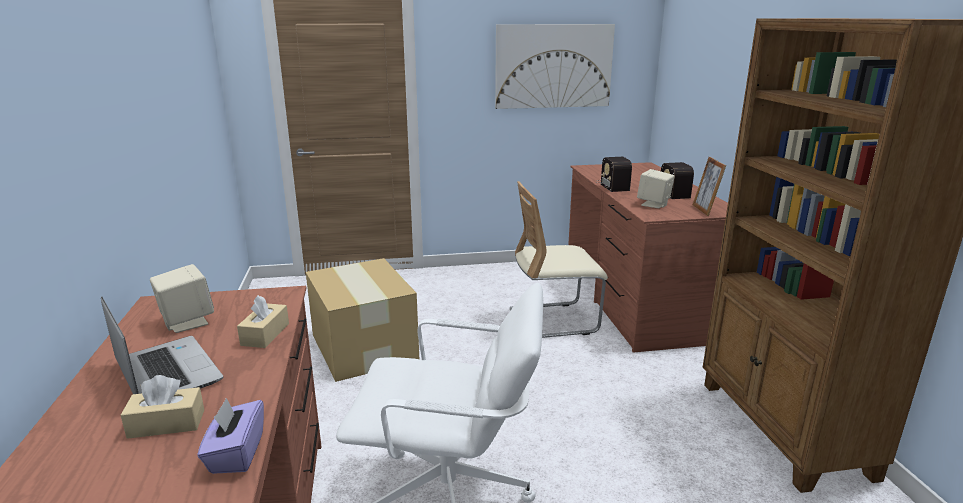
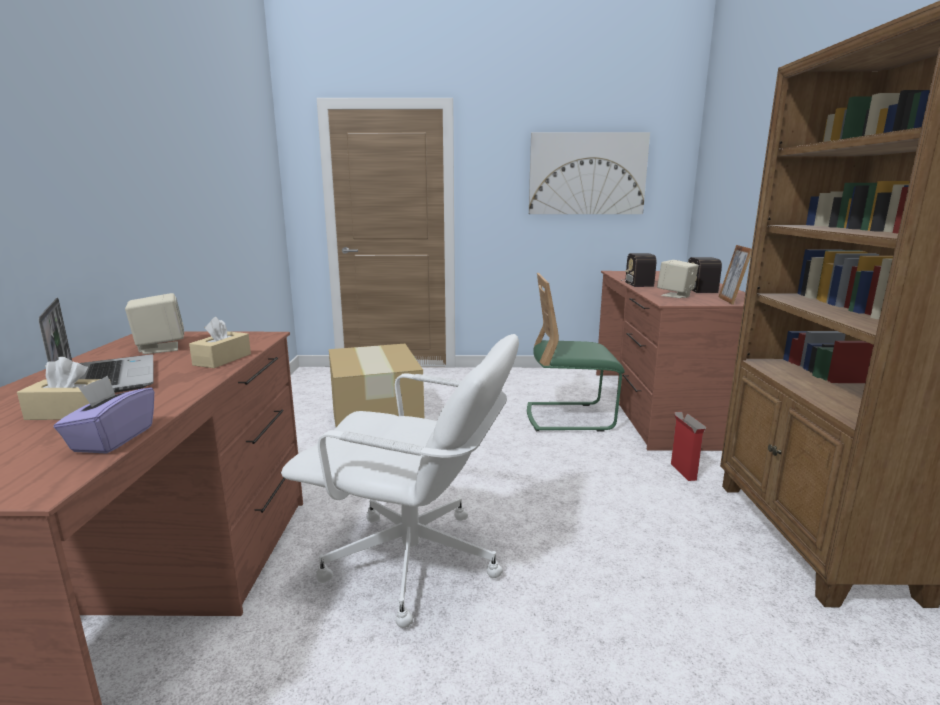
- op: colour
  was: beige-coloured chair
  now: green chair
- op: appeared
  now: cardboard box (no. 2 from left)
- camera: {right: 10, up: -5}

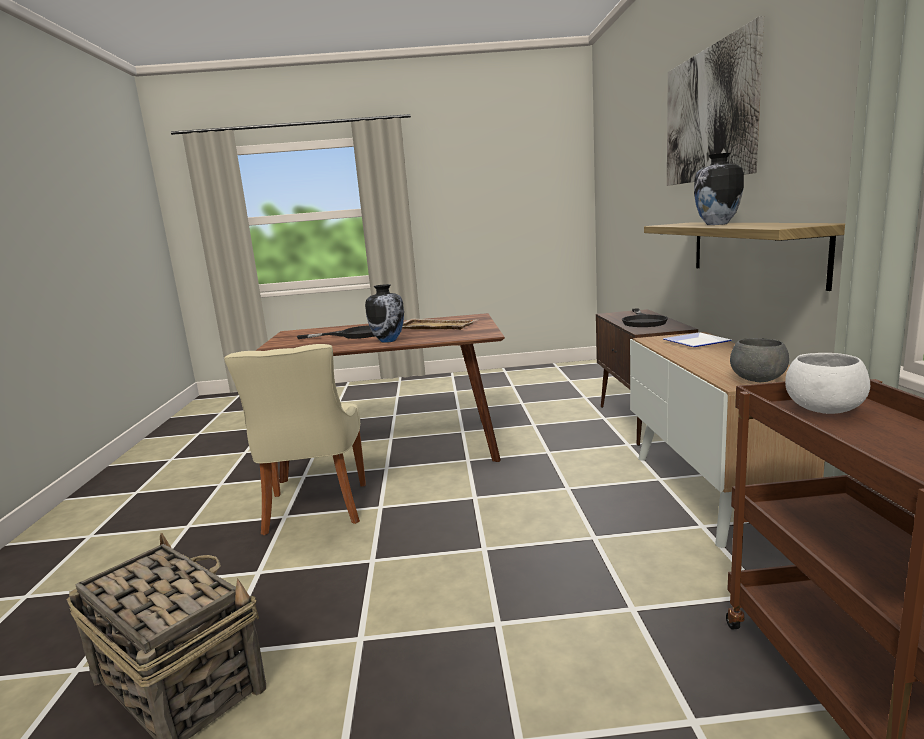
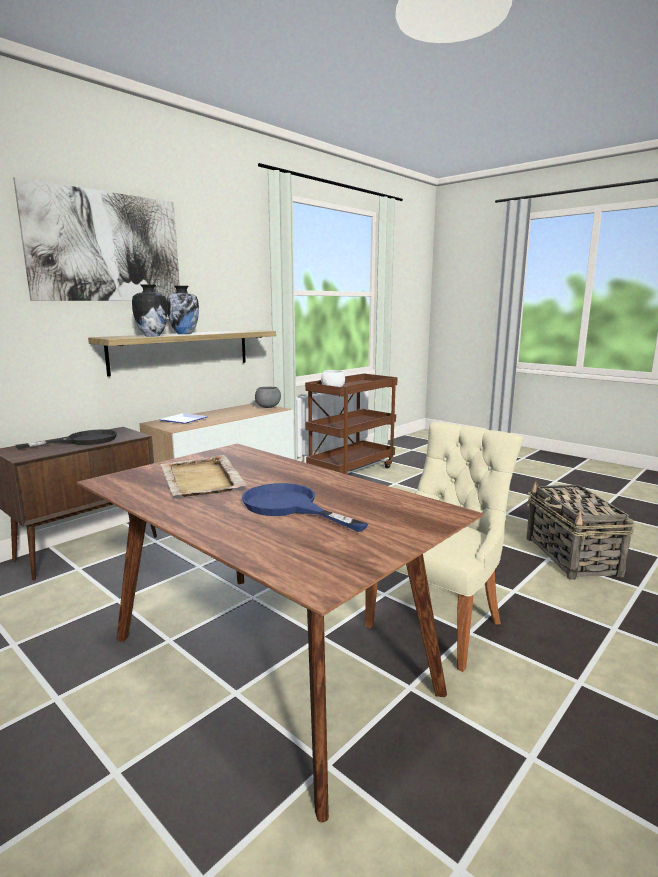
- op: relocated
  was: vase (no. 1 from left)
- op: colour
  was: black frying pan (no. 1 from left)
  now: blue frying pan
- camera: {right: -135, up: 0}

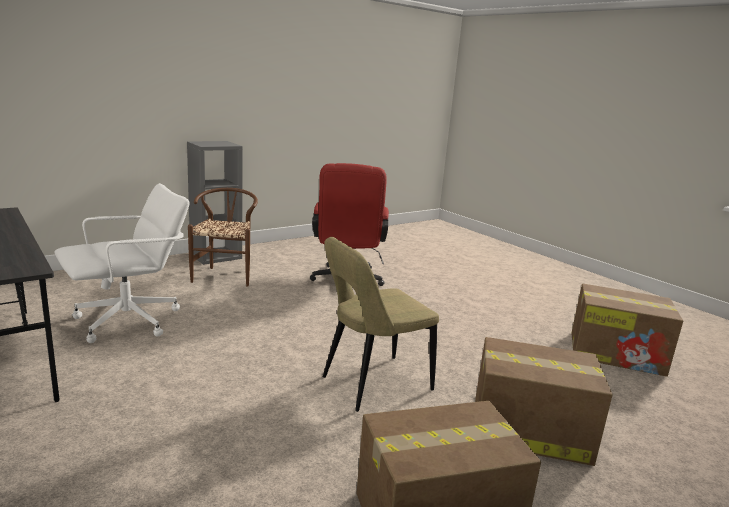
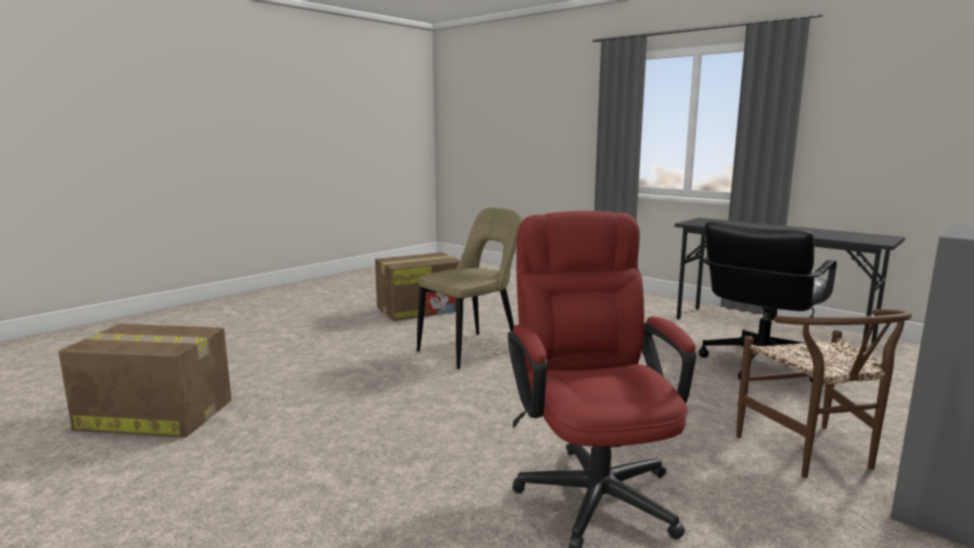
- op: colour
  was: white-coloured computer chair
  now: black computer chair
- op: missing
  was: cardboard box (no. 2 from left)
- camera: {right: 170, up: -5}

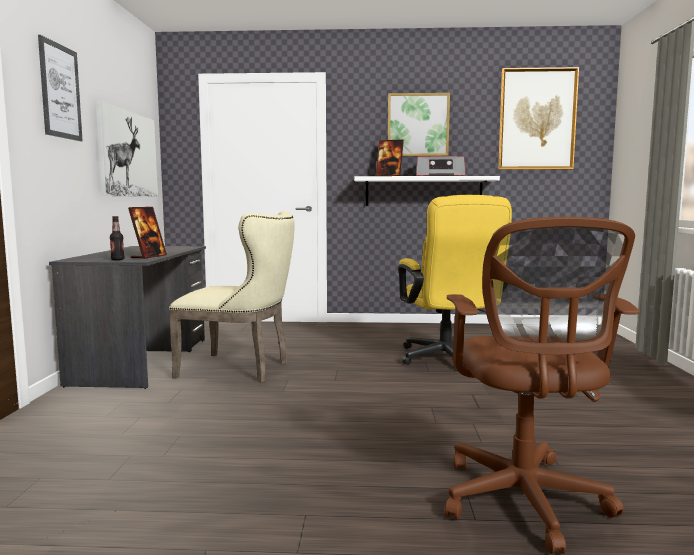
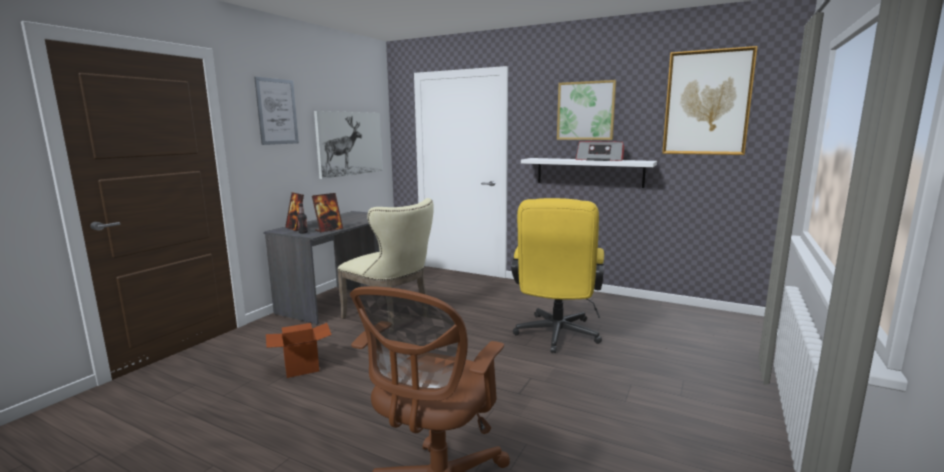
- op: relocated
  was: picture frame (no. 2 from left in the first image)
  now: picture frame (no. 1 from left)
- op: appeared
  now: cardboard box
- camera: {right: 25, up: 5}

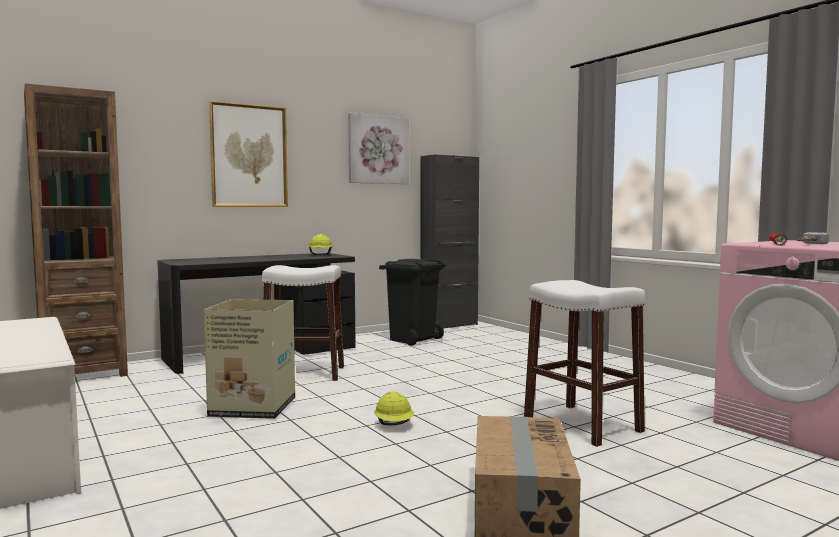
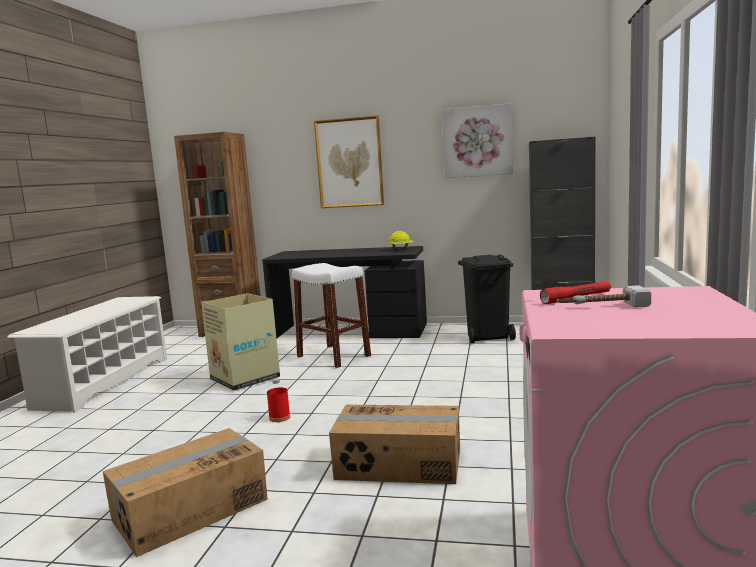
- op: exchanged
  was: white-coloured stool seat (no. 2 from left)
  now: cardboard box (no. 3 from left)
- op: exchanged
  was: yellowish hard hat (no. 2 from left)
  now: red-coloured drink bottle
- camera: {right: 45, up: 5}

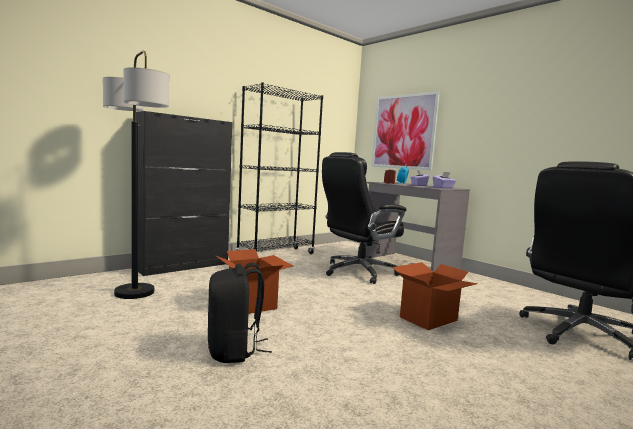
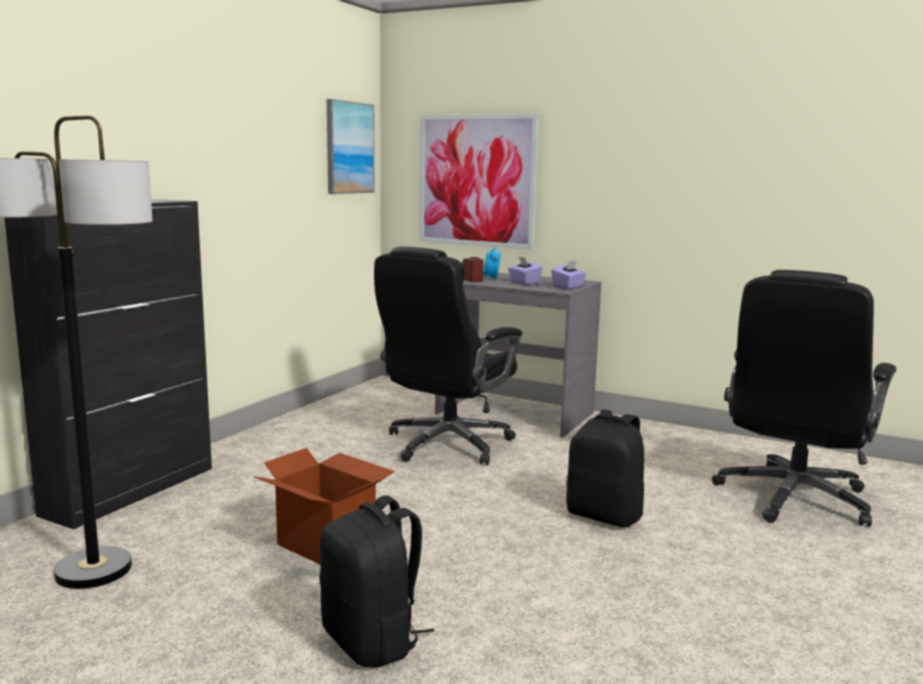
- op: missing
  was: black bookcase
- op: exchanged
  was: cardboard box (no. 2 from left)
  now: black backpack (no. 2 from left)
- op: appeared
  now: wall picture (no. 1 from left)
- camera: {right: -20, up: 5}

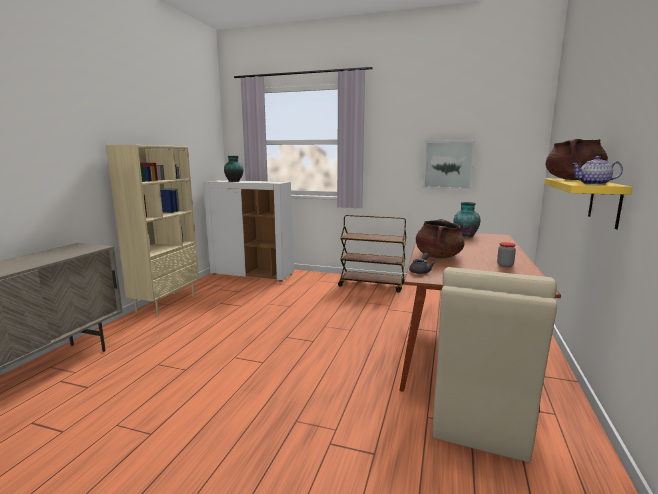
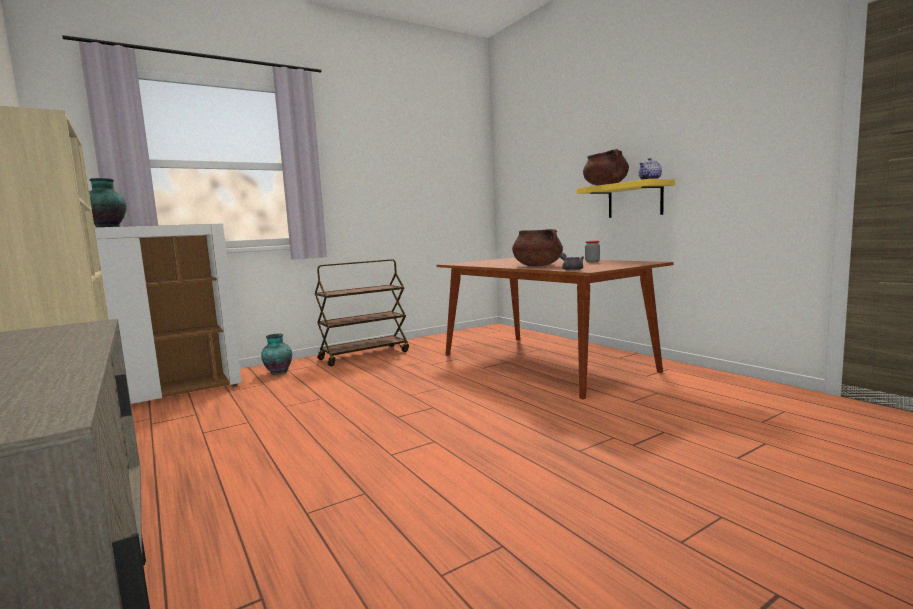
- op: missing
  was: wall picture
- op: relocated
  was: vase (no. 2 from left)
- op: missing
  was: beige-coloured chair
- camera: {right: -50, up: -5}

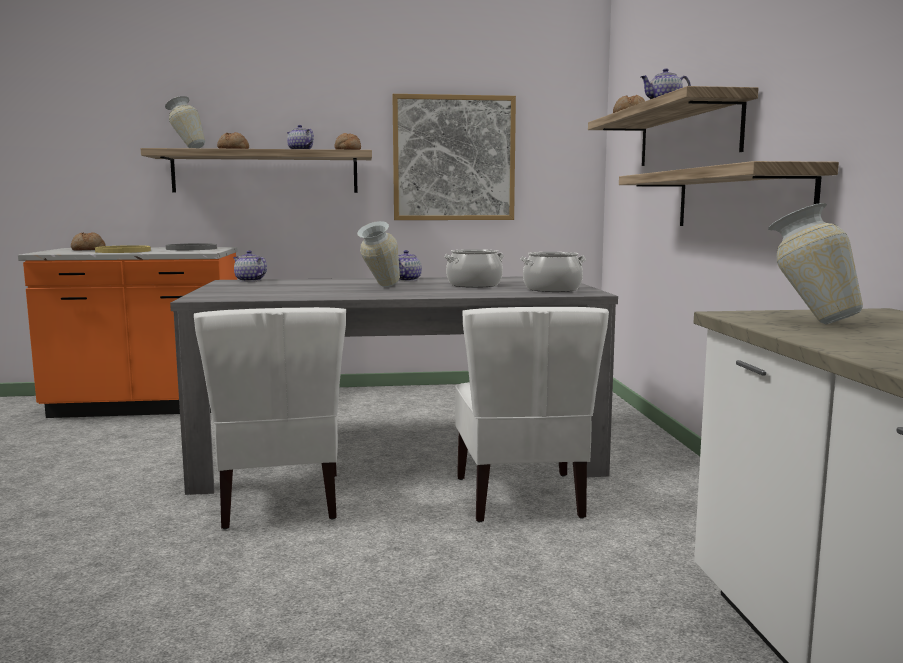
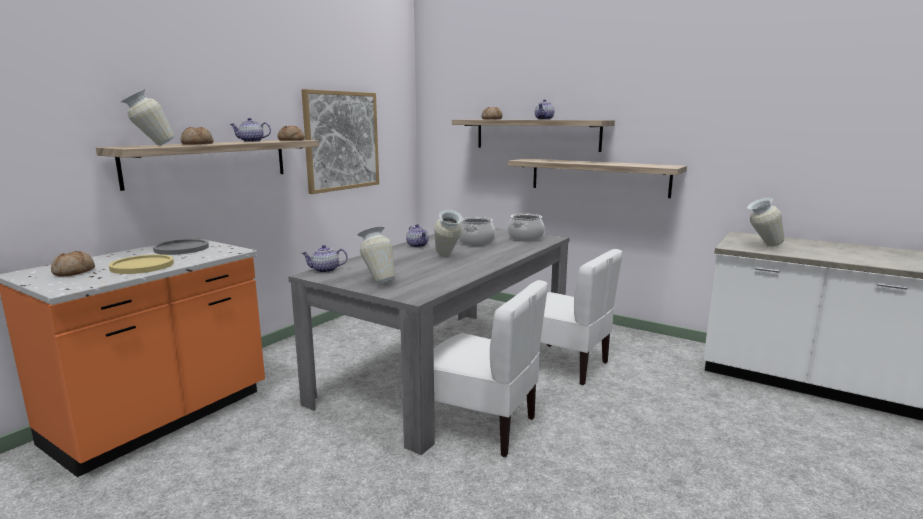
- op: appeared
  now: vase (no. 2 from left)
- camera: {right: -50, up: 5}

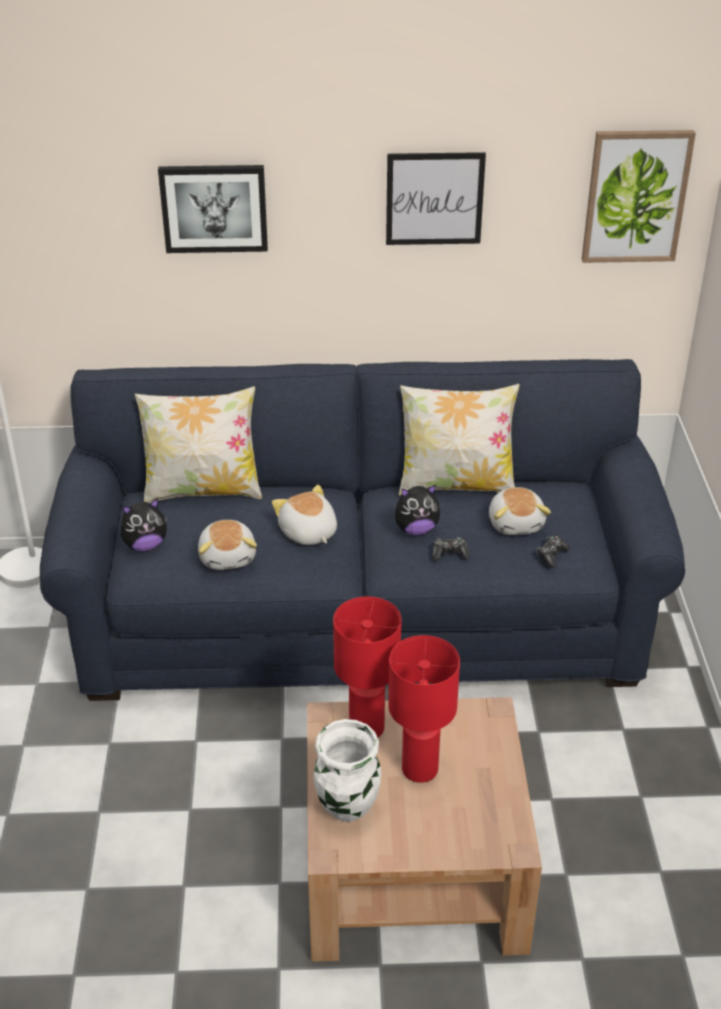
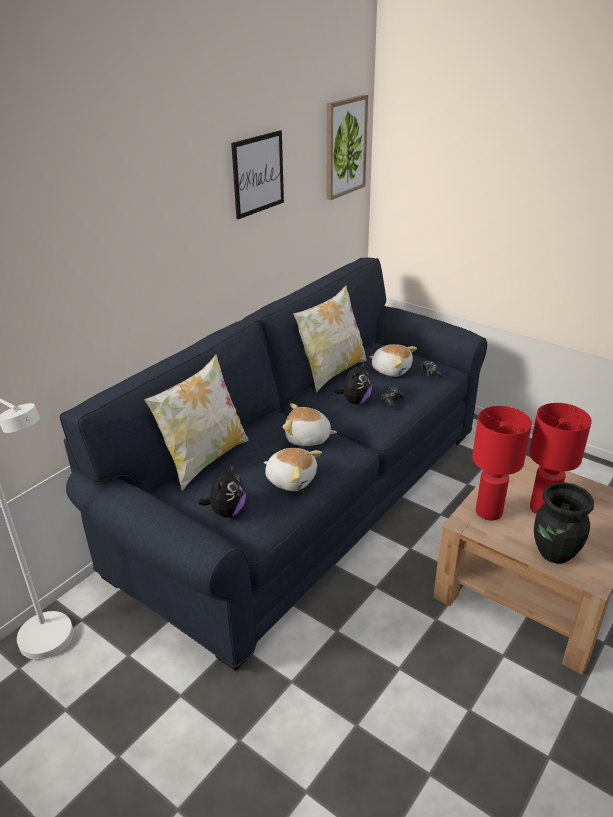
- op: missing
  was: wall picture (no. 1 from left)
- op: colour
  was: white-coloured vase
  now: black vase
- camera: {right: -50, up: -5}

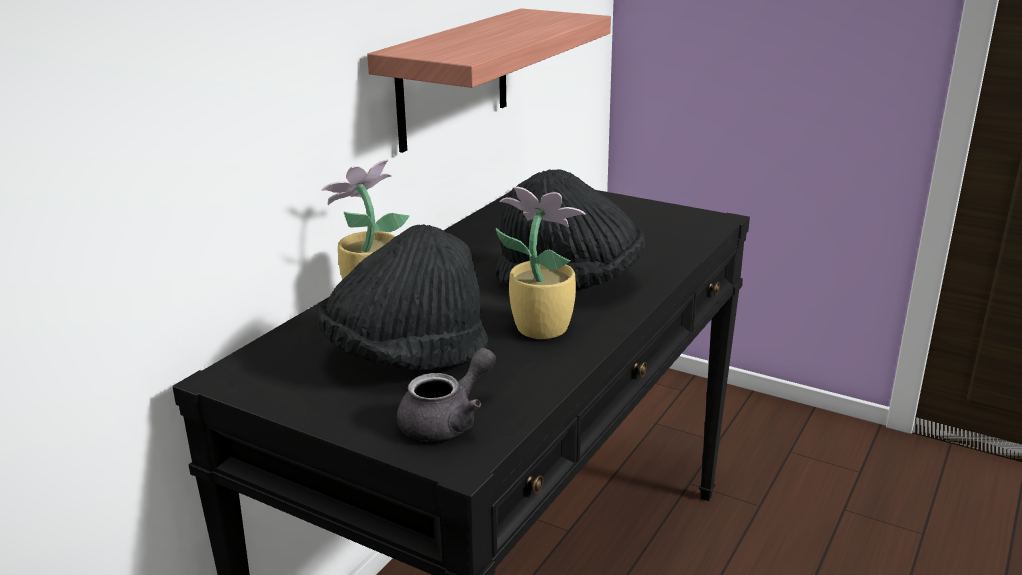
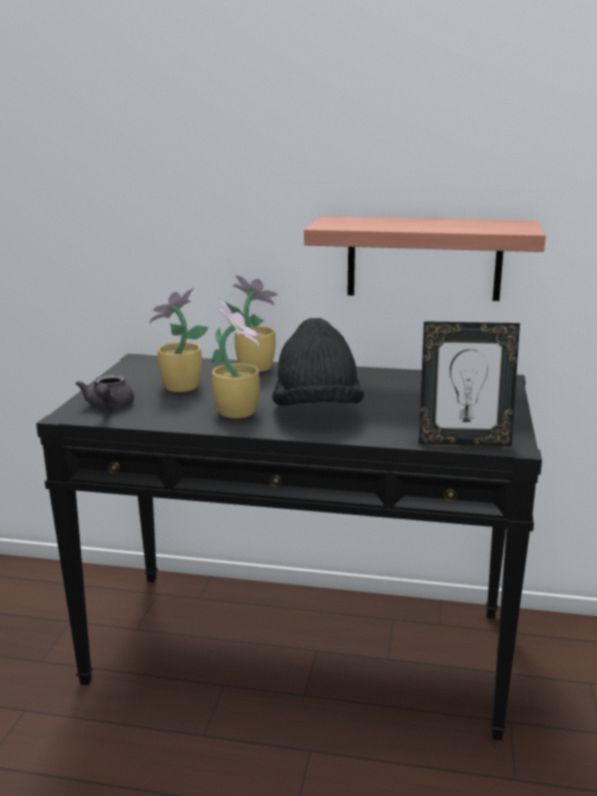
- op: exchanged
  was: black clothing hat (no. 1 from left)
  now: houseplant (no. 1 from left)
- op: spun
  was: gray tea pot
  clockwise: 60
- op: appeared
  now: picture frame
- camera: {right: 70, up: -5}

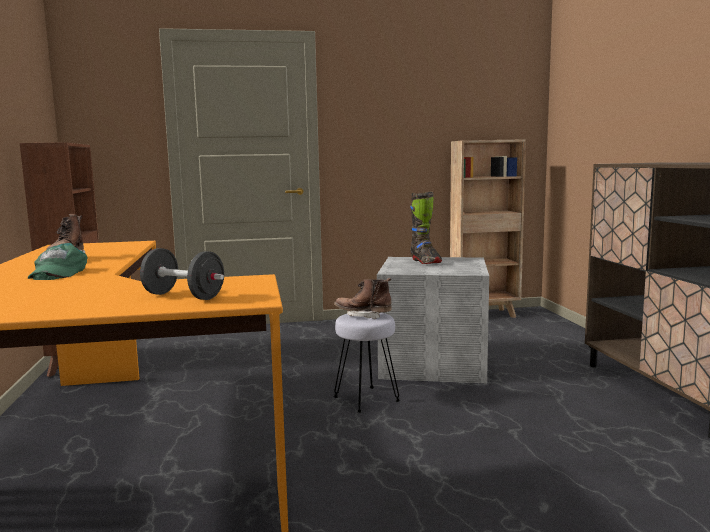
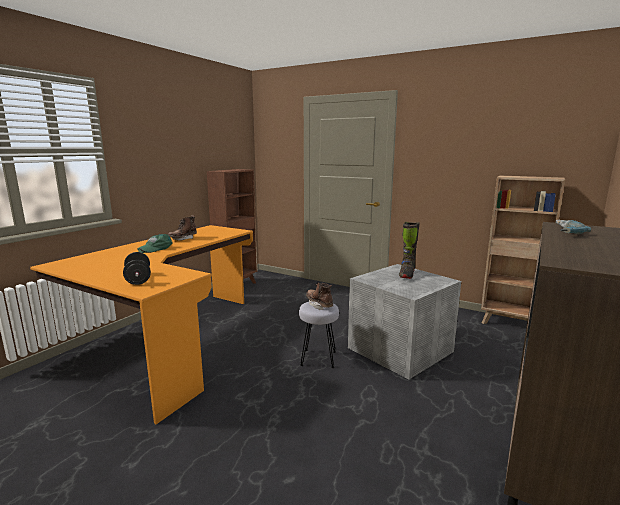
- op: appeared
  now: power drill
- camera: {right: 40, up: 5}

